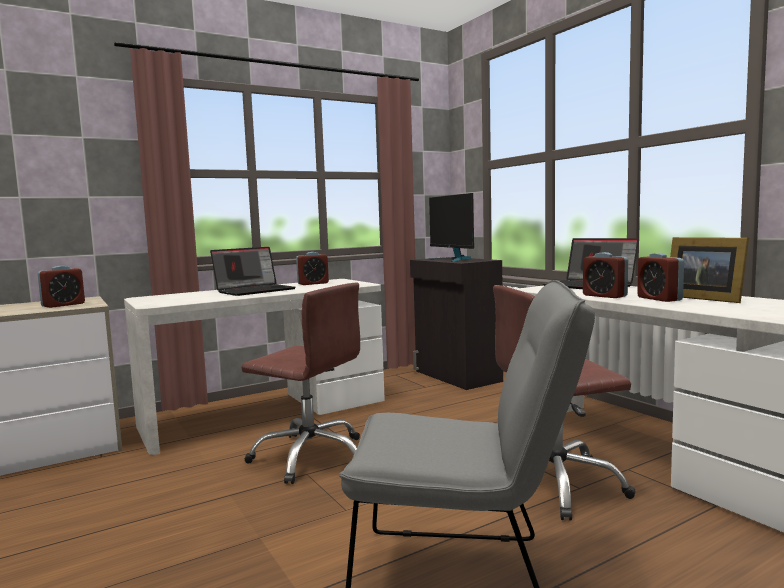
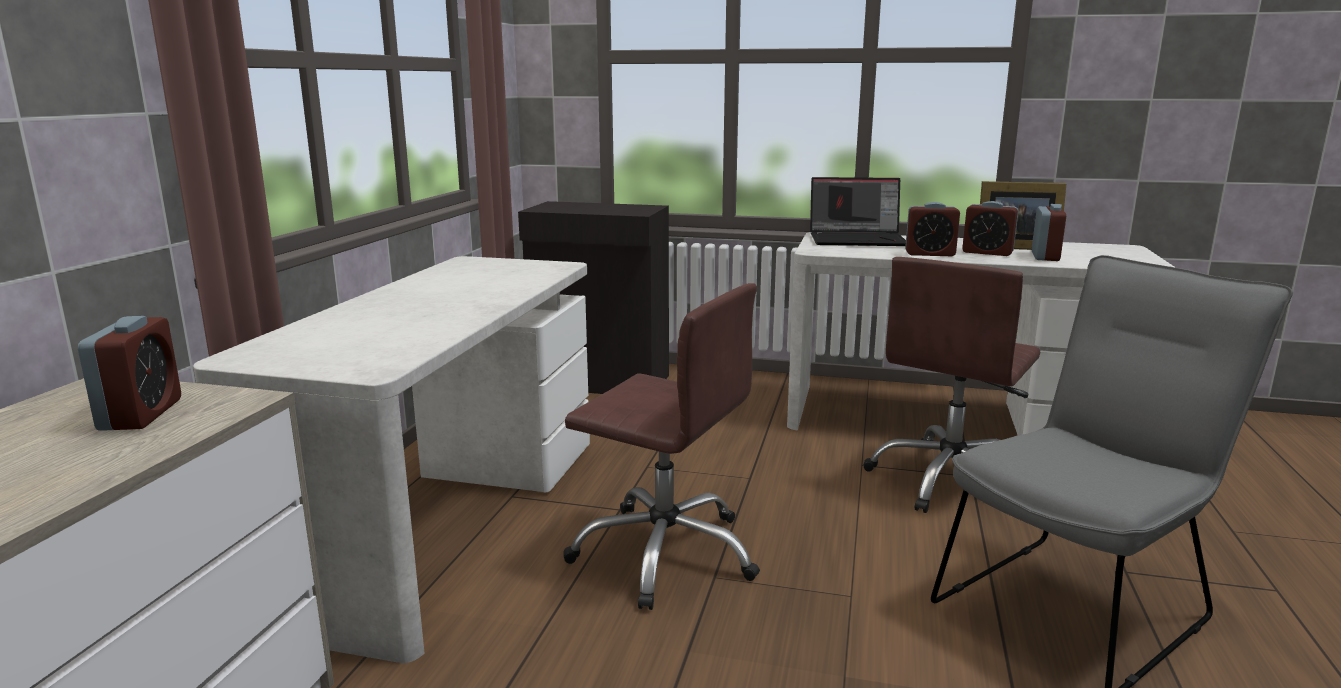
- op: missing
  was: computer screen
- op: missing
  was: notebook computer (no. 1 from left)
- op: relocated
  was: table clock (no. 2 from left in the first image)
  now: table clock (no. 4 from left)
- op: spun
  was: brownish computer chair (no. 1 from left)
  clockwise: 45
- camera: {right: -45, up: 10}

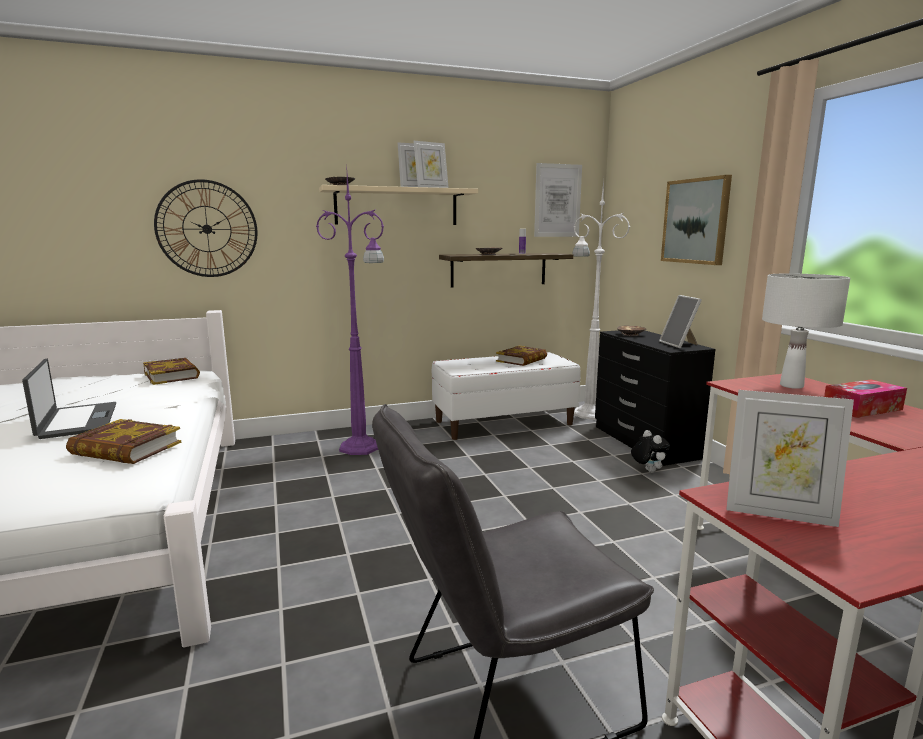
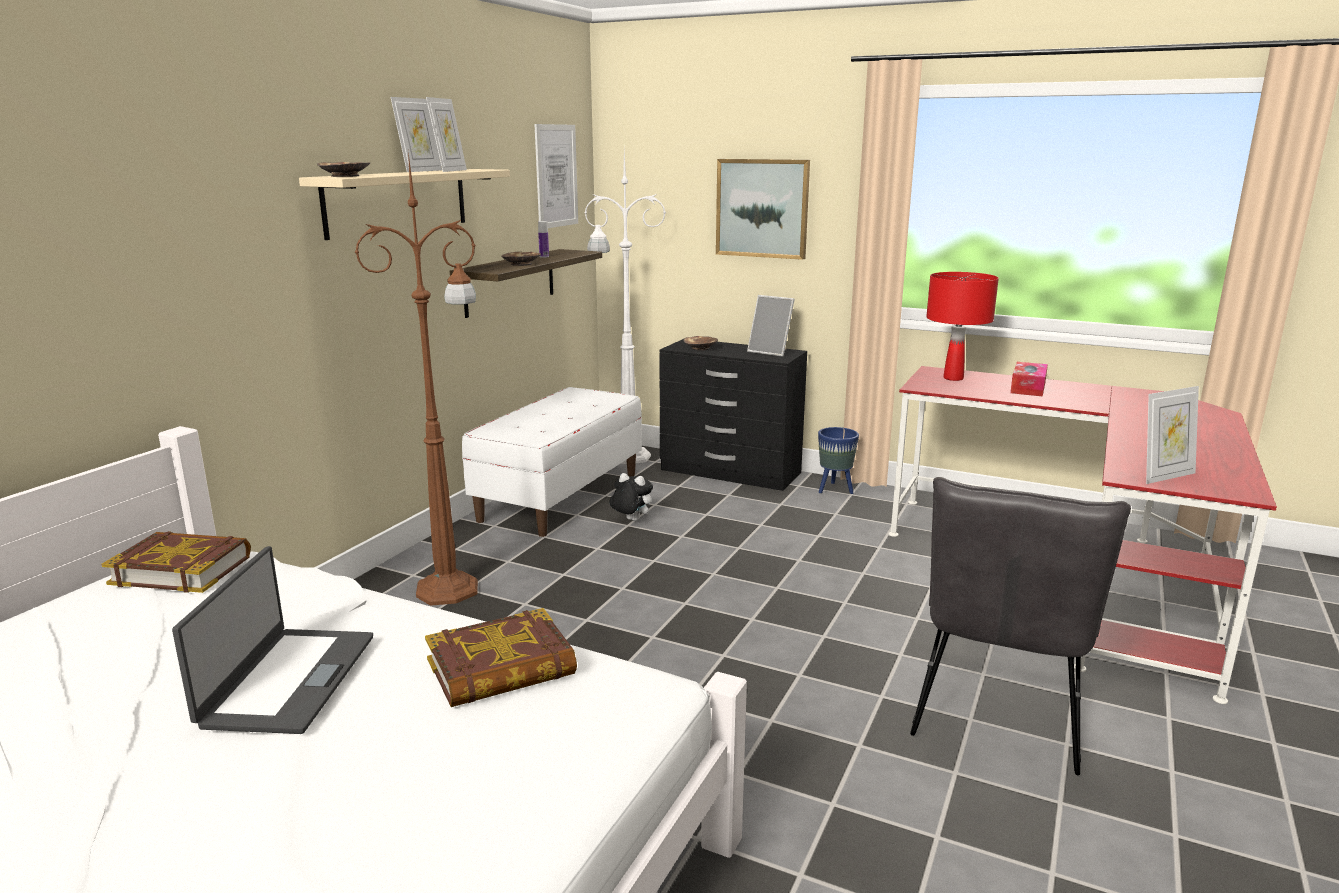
- op: colour
  was: purple-coloured floor lamp
  now: brownish floor lamp
- op: missing
  was: wall clock
- op: colour
  was: white-coloured tabletop lamp
  now: red-coloured tabletop lamp
- op: missing
  was: book (no. 3 from left)
- op: spun
  was: notebook computer
  clockwise: 75
- op: relocated
  was: cuddly toy
- op: appeared
  now: blue flower pot
- camera: {right: -45, up: 5}

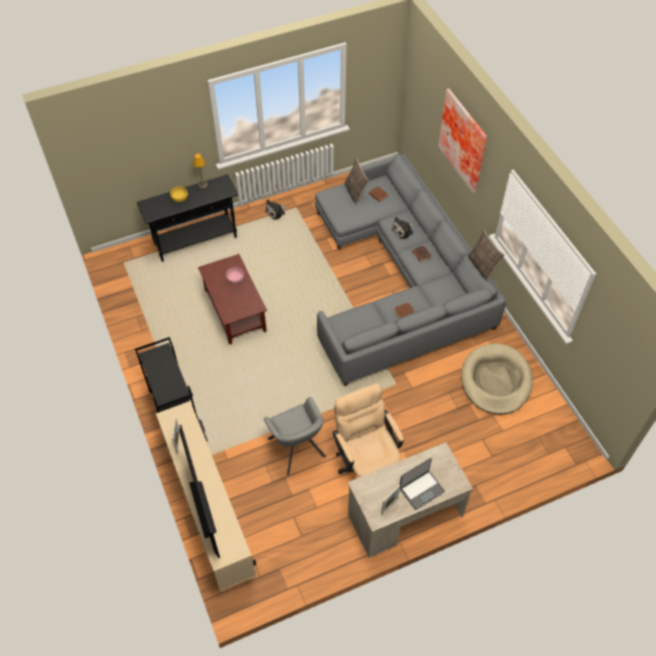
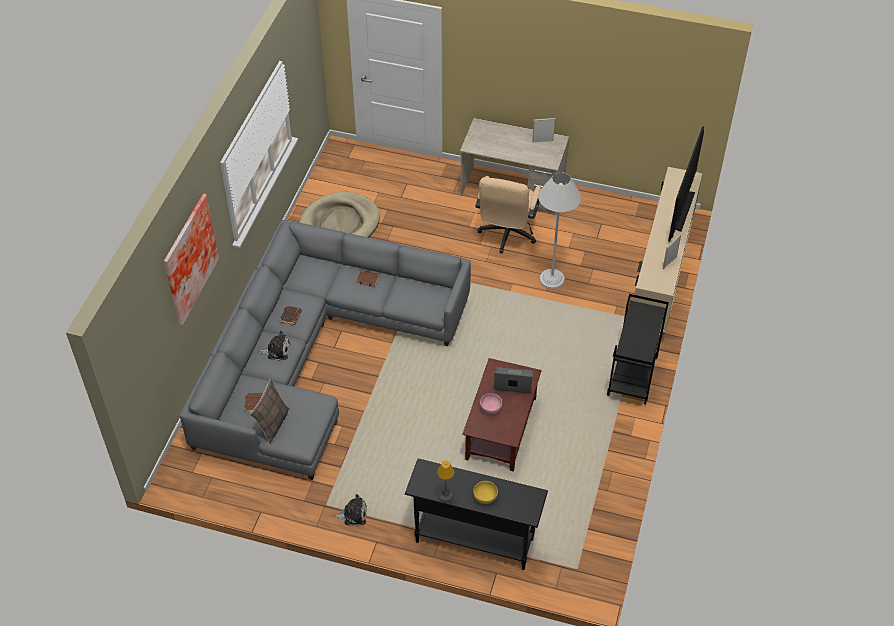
- op: missing
  was: throw pillow (no. 2 from left)
- op: exchanged
  was: gray lounge chair
  now: white-coloured floor lamp
- op: relocated
  was: notebook computer
- camera: {right: -140, up: -5}

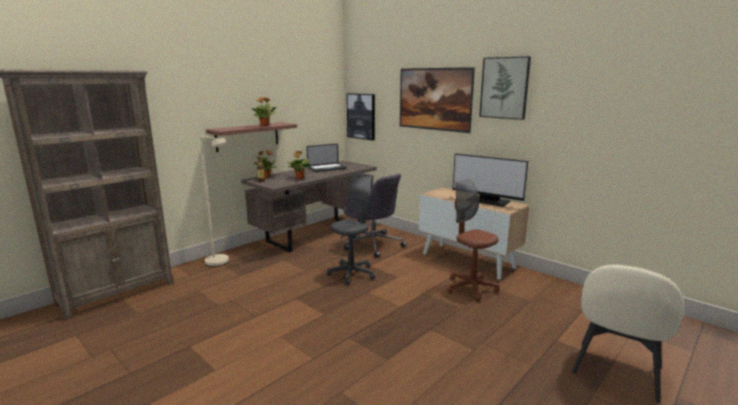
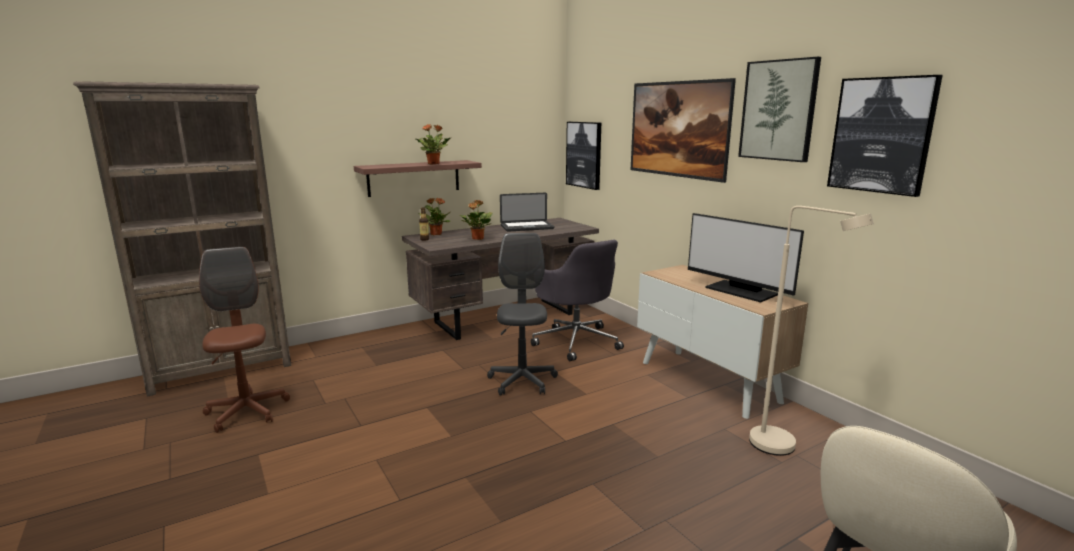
- op: relocated
  was: beige-coloured floor lamp
- op: spun
  was: gray computer chair (no. 1 from left)
  clockwise: -60
- op: relocated
  was: brownish computer chair
- op: appeared
  now: wall picture (no. 4 from left)
- camera: {right: 15, up: 0}

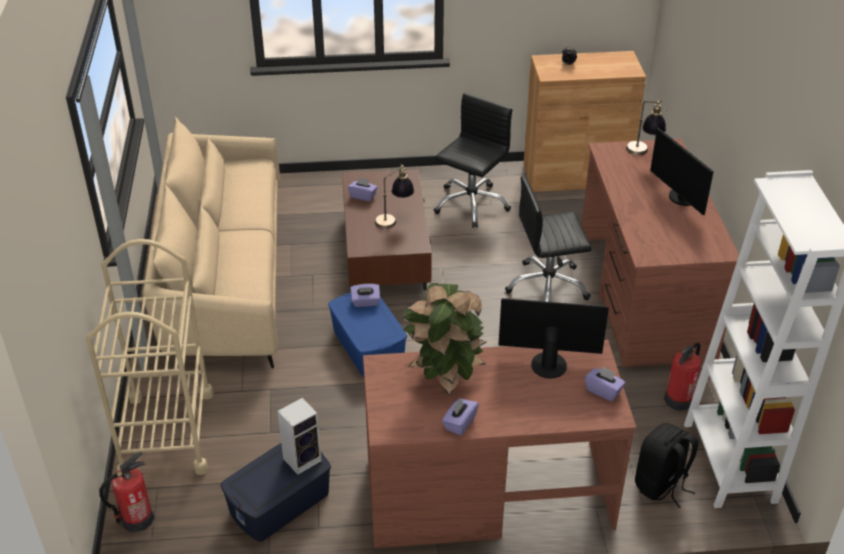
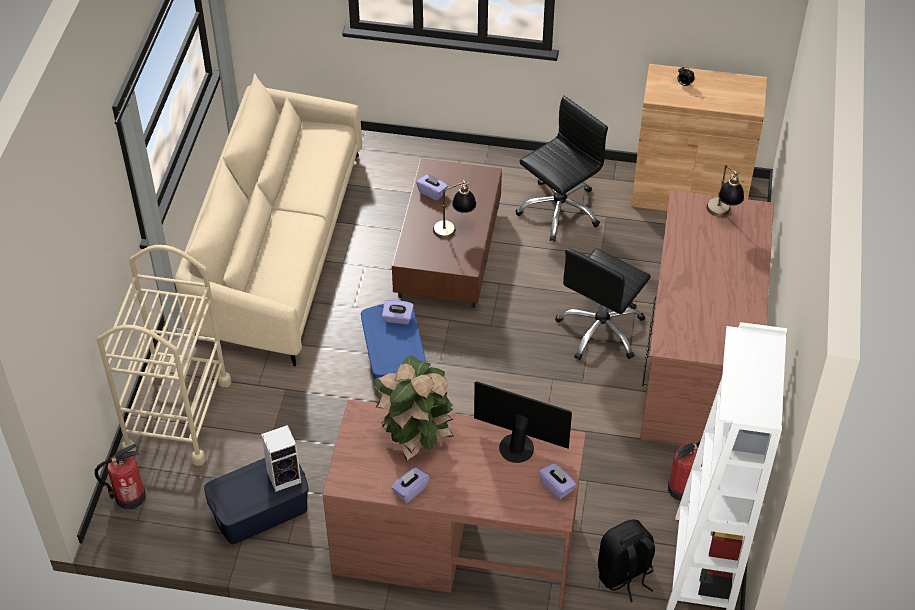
- op: missing
  was: computer screen (no. 2 from left)
- op: spun
  was: black computer chair (no. 2 from left)
  clockwise: -60
- camera: {right: 15, up: 10}

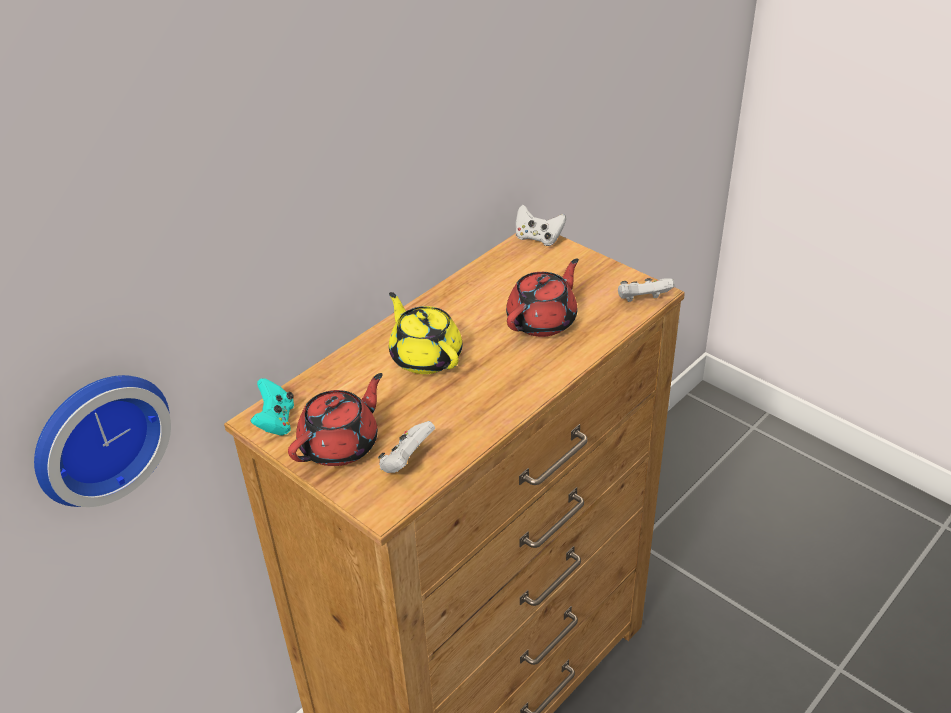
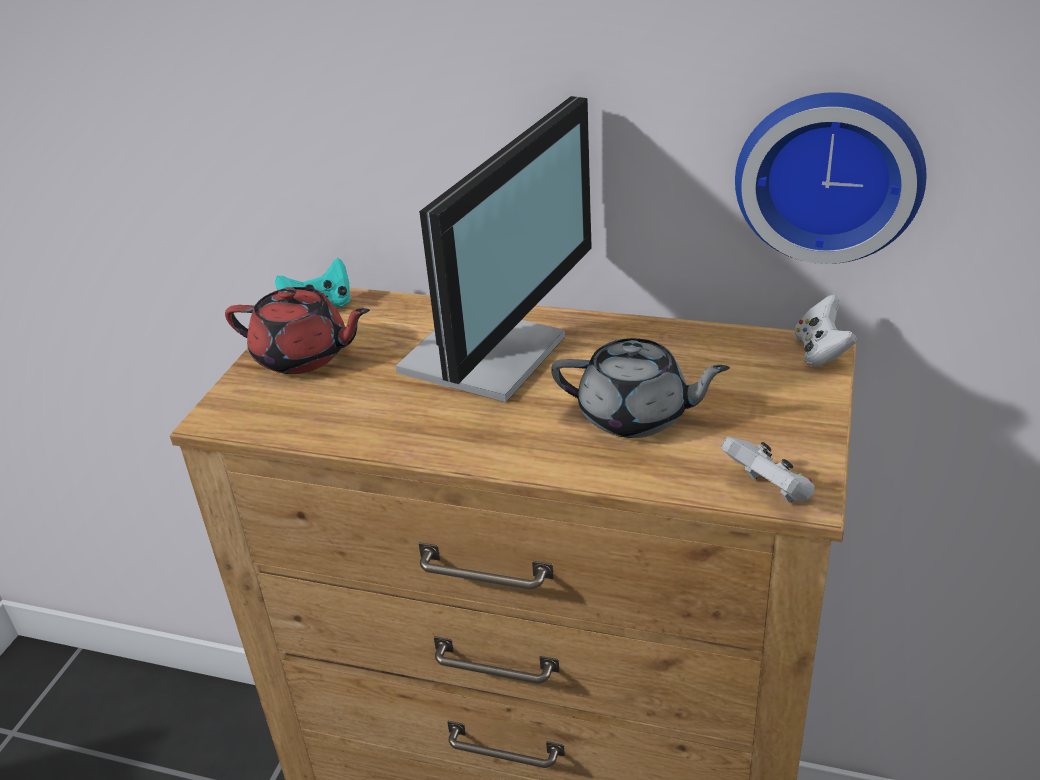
- op: colour
  was: red-coloured tea pot (no. 2 from left)
  now: gray tea pot
- op: exchanged
  was: yellowish tea pot
  now: computer screen
- op: relocated
  was: wall clock
- op: missing
  was: white-coloured gamepad (no. 1 from left)
- camera: {right: 65, up: -5}

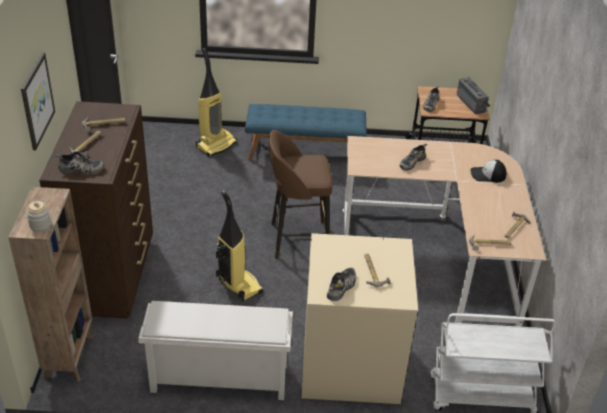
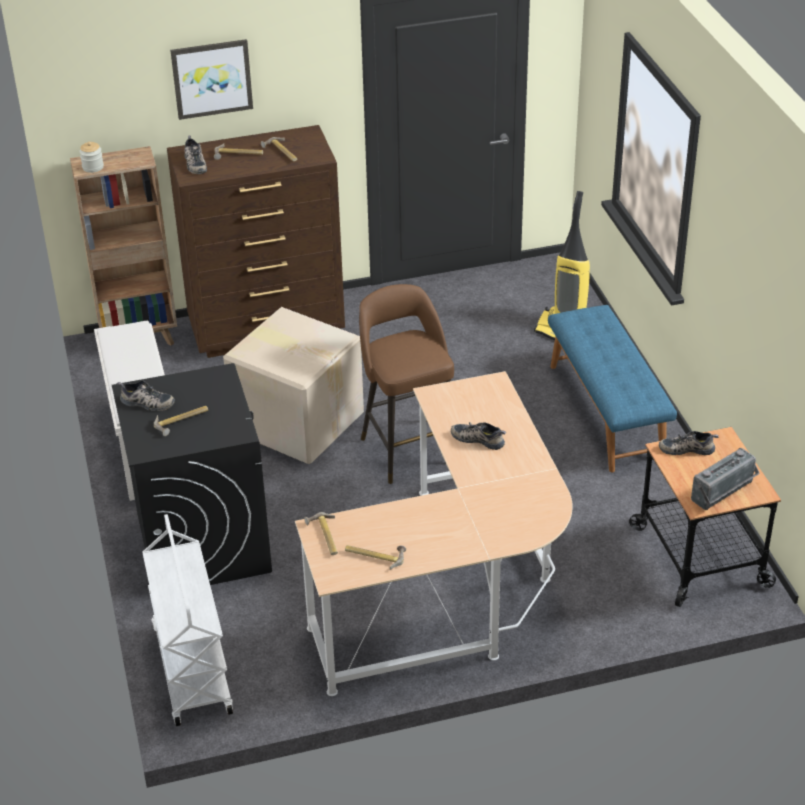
- op: missing
  was: peaked cap
- op: exchanged
  was: hoover (no. 2 from left)
  now: cardboard box
- op: colour
  was: beige-coloured laundry machine
  now: black laundry machine
- camera: {right: 75, up: 0}

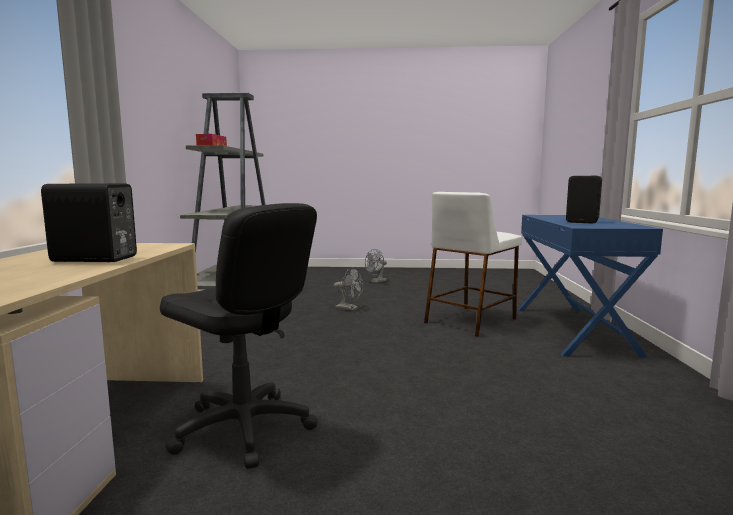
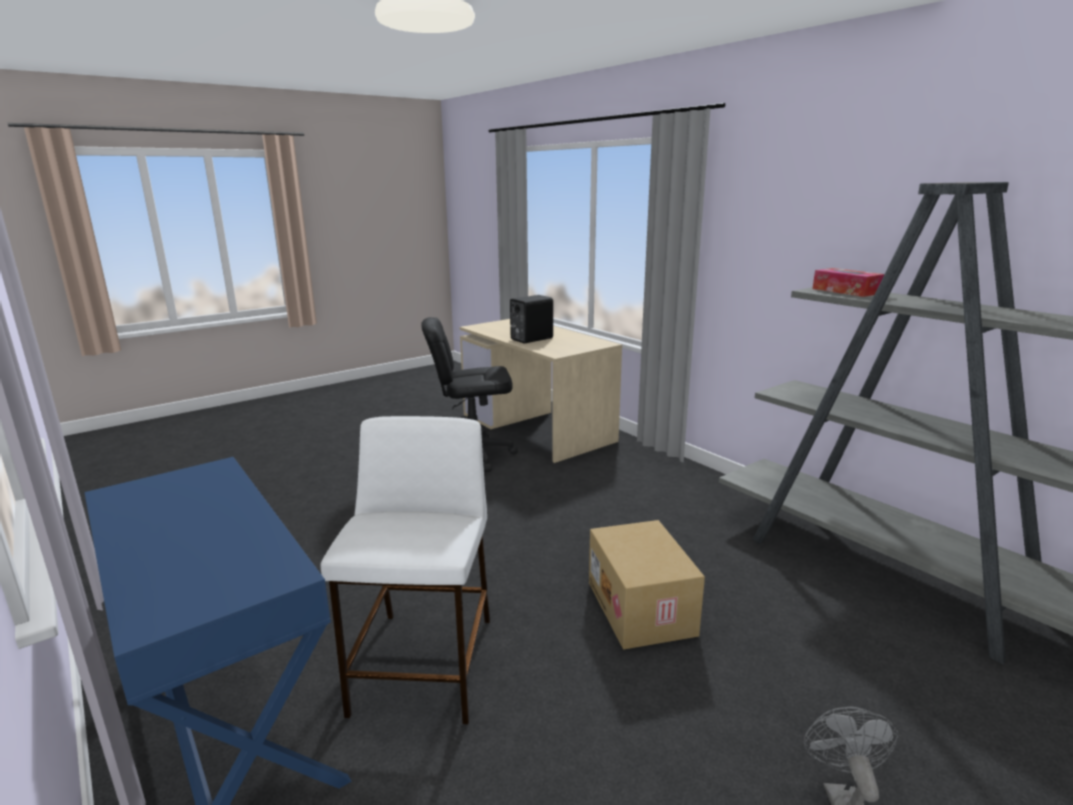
- op: missing
  was: black audio speaker (no. 2 from left)
- op: exchanged
  was: gray fan (no. 1 from left)
  now: cardboard box
- camera: {right: 140, up: 10}

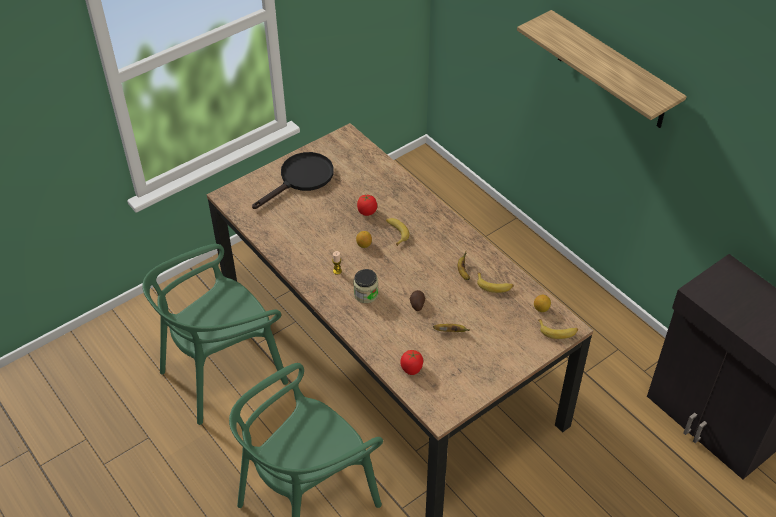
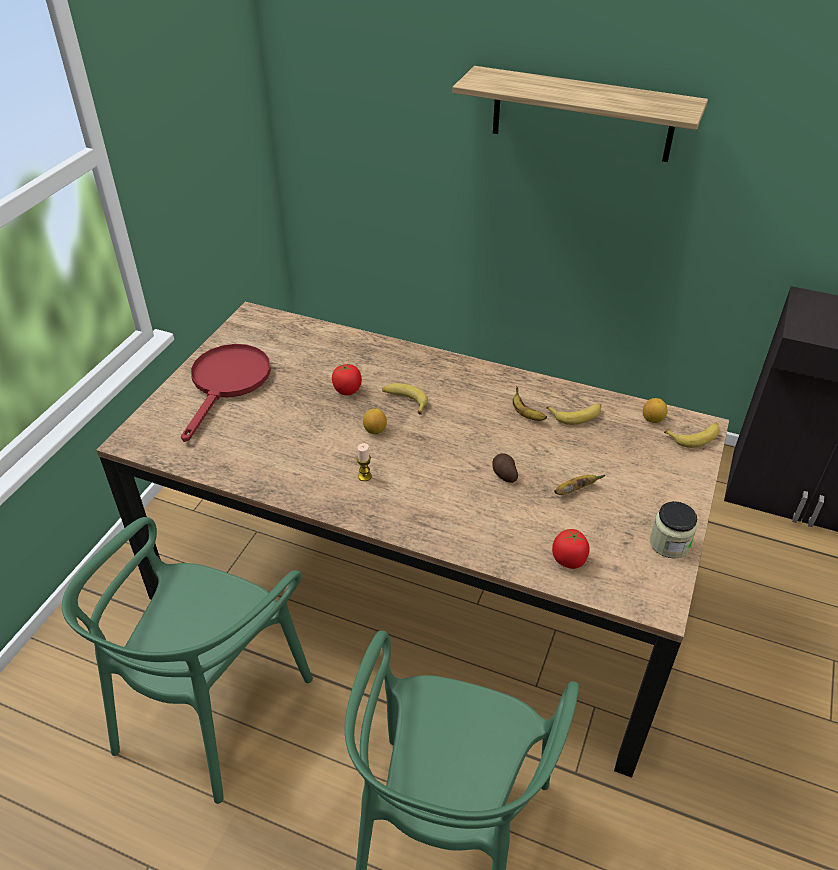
- op: colour
  was: black frying pan
  now: red-coloured frying pan
- op: relocated
  was: jar
- camera: {right: -30, up: -5}

